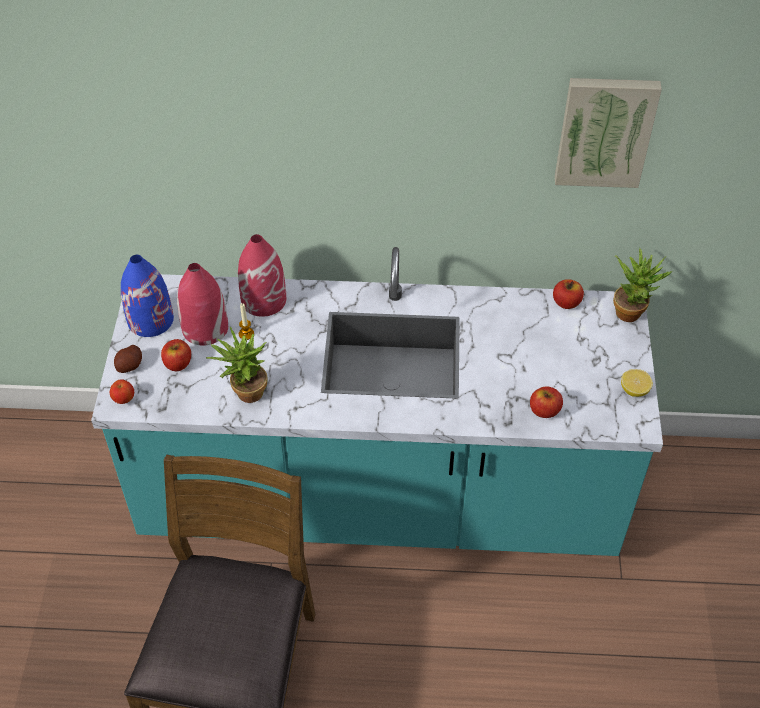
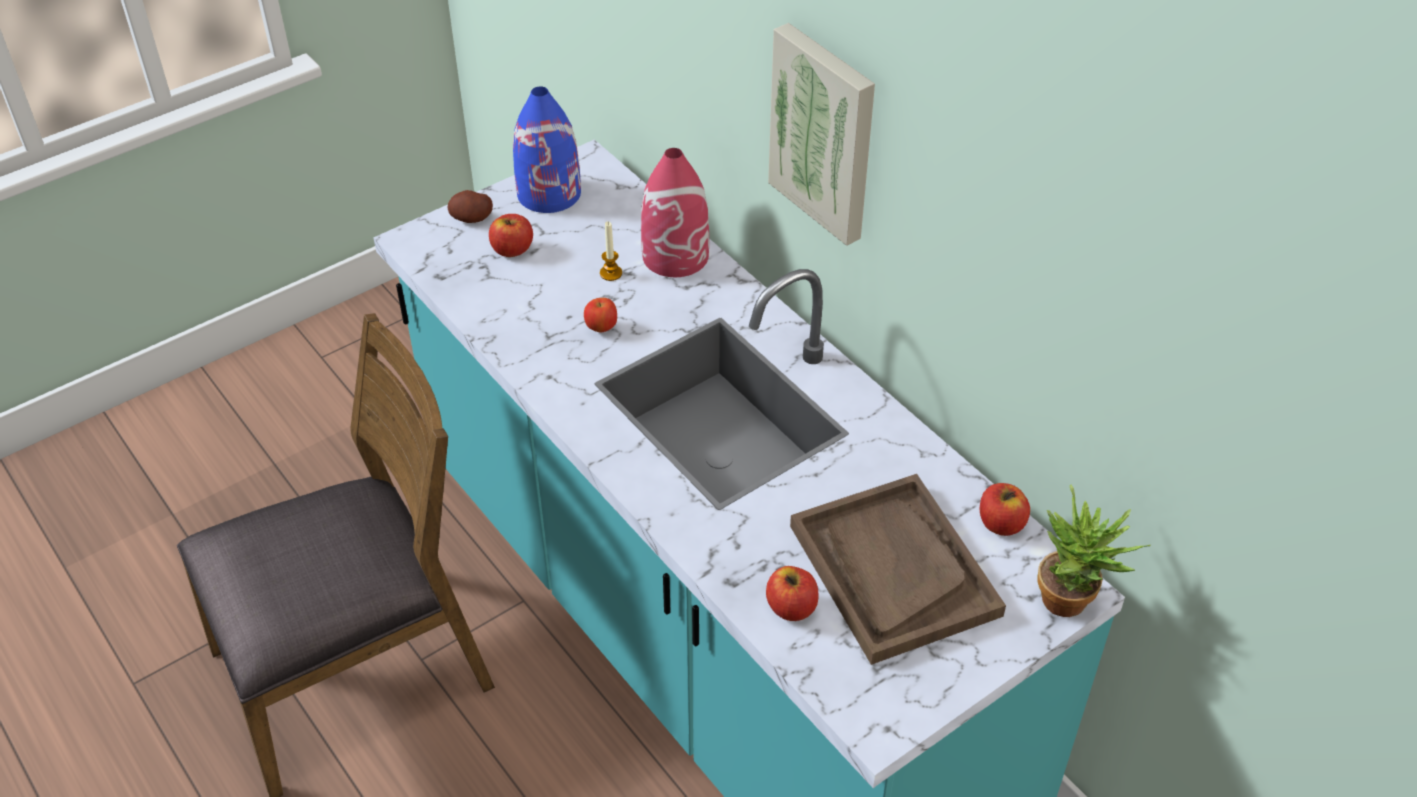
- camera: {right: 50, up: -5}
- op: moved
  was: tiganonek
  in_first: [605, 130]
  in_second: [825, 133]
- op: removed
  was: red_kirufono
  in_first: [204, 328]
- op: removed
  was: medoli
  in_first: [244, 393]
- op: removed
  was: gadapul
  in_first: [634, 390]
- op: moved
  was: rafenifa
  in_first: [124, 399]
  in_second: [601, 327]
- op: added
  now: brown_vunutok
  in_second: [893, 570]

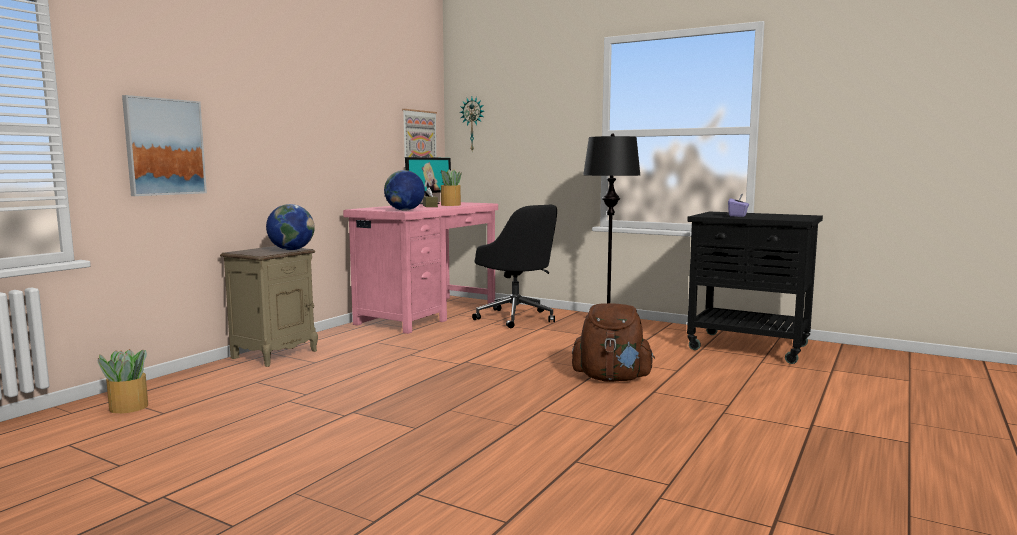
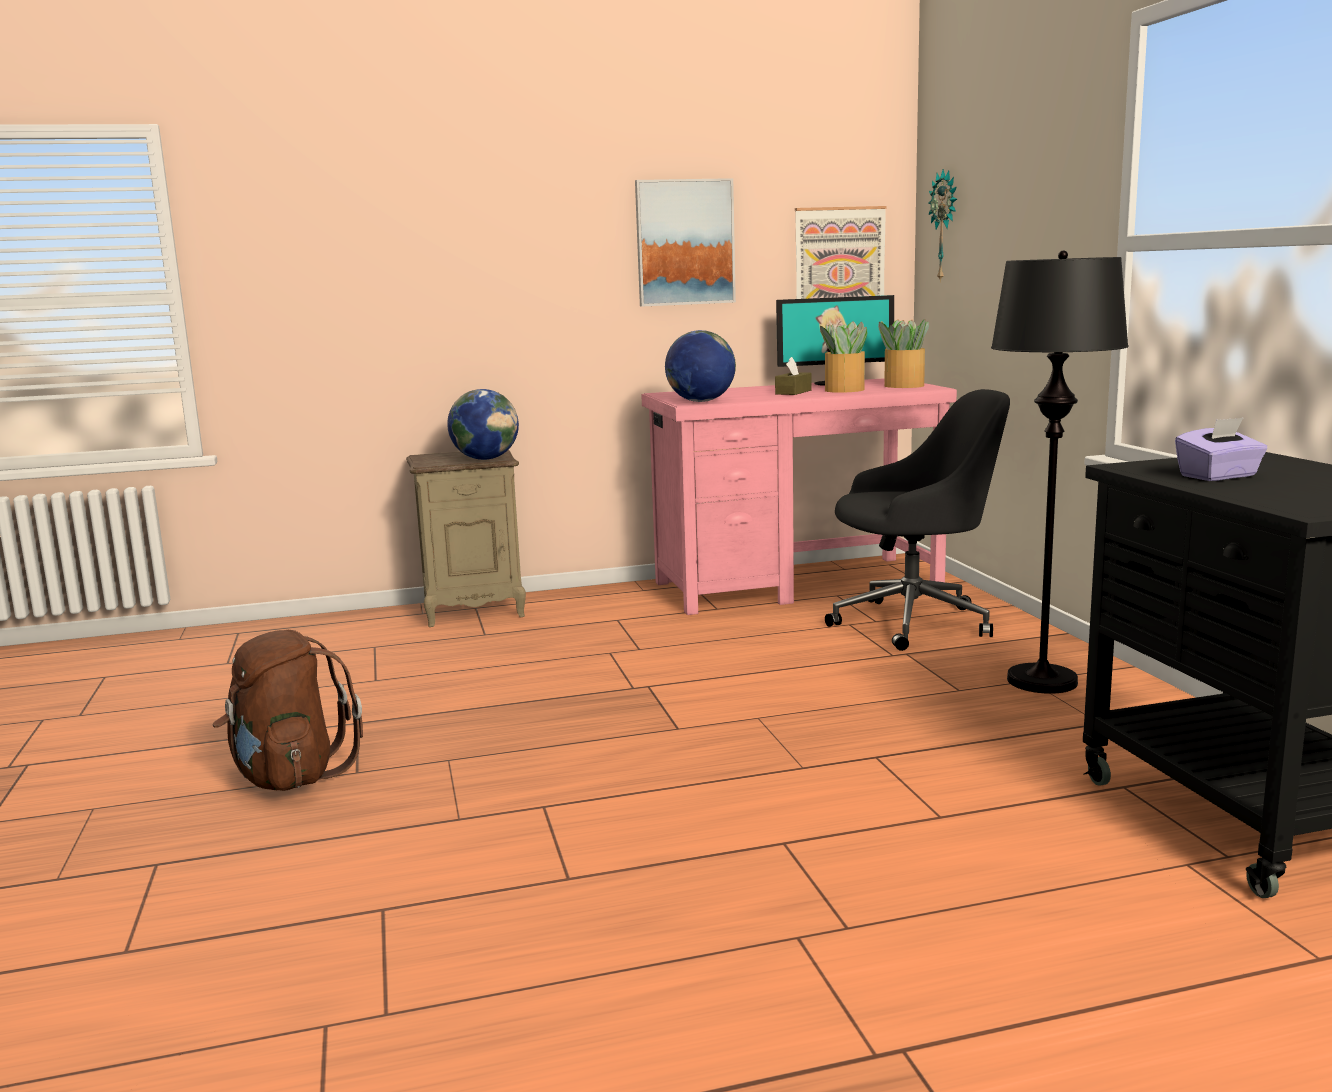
- camera: {right: 45, up: 5}
- op: moved
  was: tiganonek
  in_first: [164, 147]
  in_second: [685, 242]
- op: turned
  was: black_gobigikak
  in_first: [516, 318]
  in_second: [913, 623]
  clockwise: -105
- op: moved
  was: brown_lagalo
  in_first: [611, 378]
  in_second: [289, 777]
- op: moved
  was: medoli
  in_first: [128, 407]
  in_second: [903, 386]

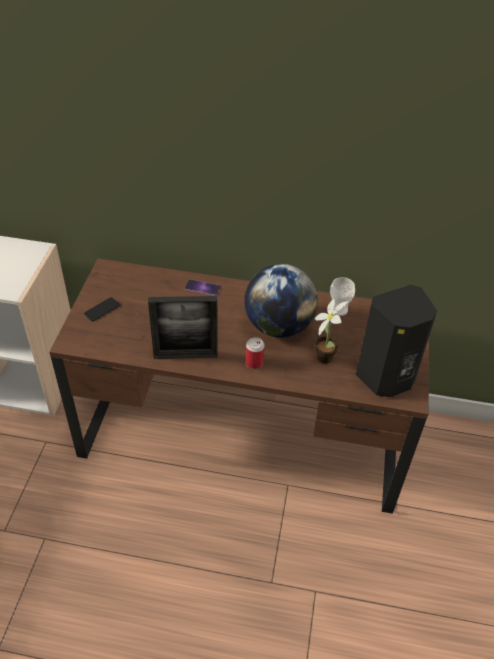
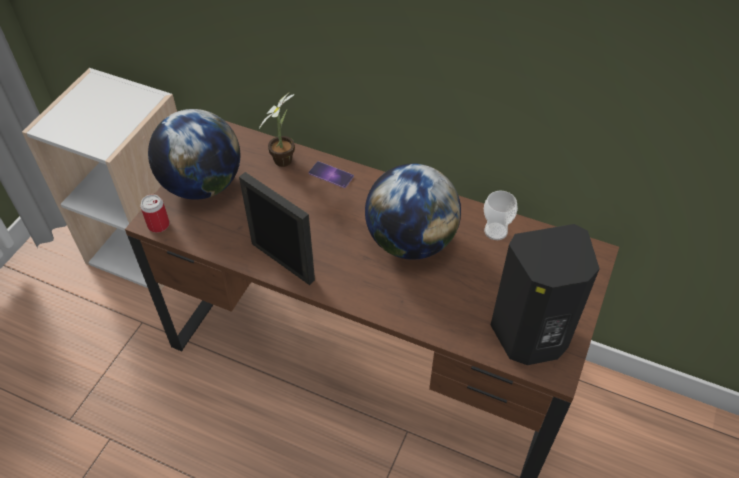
- camera: {right: 15, up: 5}
- op: turned
  was: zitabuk
  in_first: [185, 355]
  in_second: [282, 261]
  clockwise: -150
- op: replaced
  was: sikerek
  now: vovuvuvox
  in_first: [102, 309]
  in_second: [202, 185]
- op: moved
  was: medoli
  in_first: [325, 355]
  in_second: [285, 158]
- op: moved
  was: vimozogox
  in_first: [254, 362]
  in_second: [158, 225]

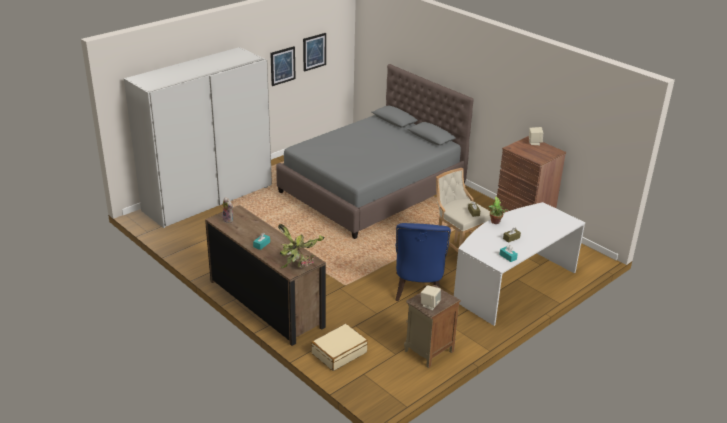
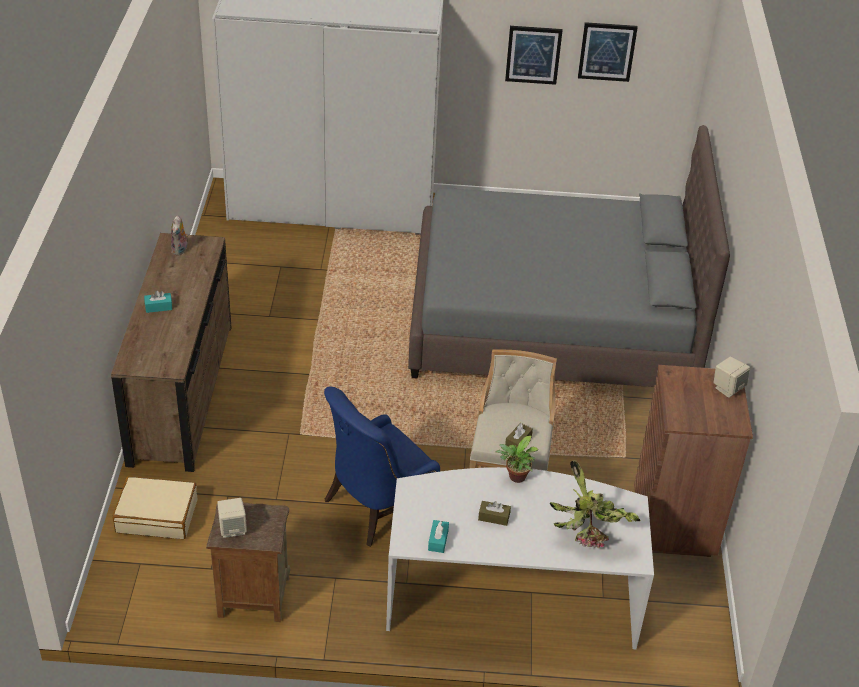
- camera: {right: 45, up: 10}
- op: moved
  was: medoli
  in_first: [300, 263]
  in_second: [591, 533]

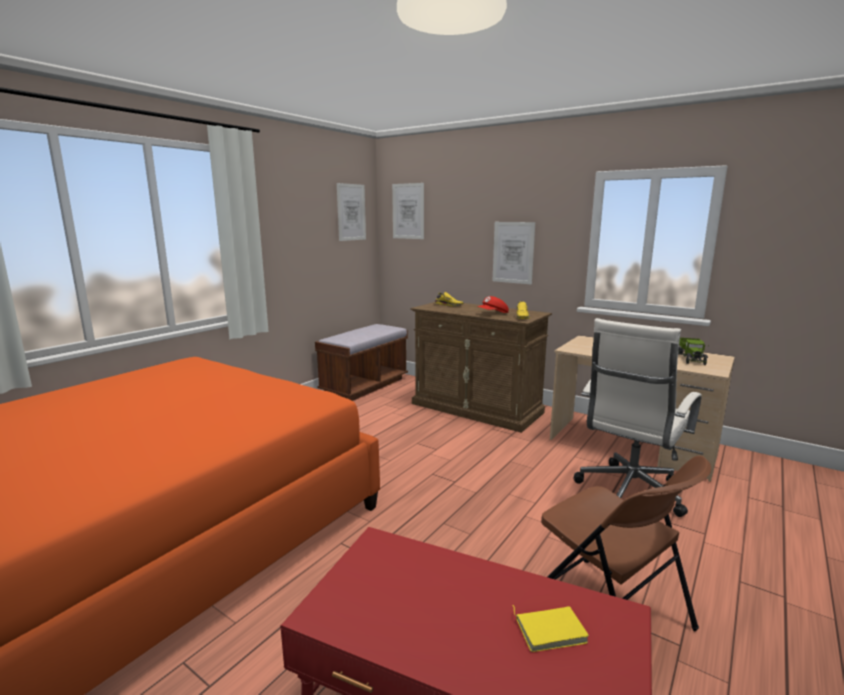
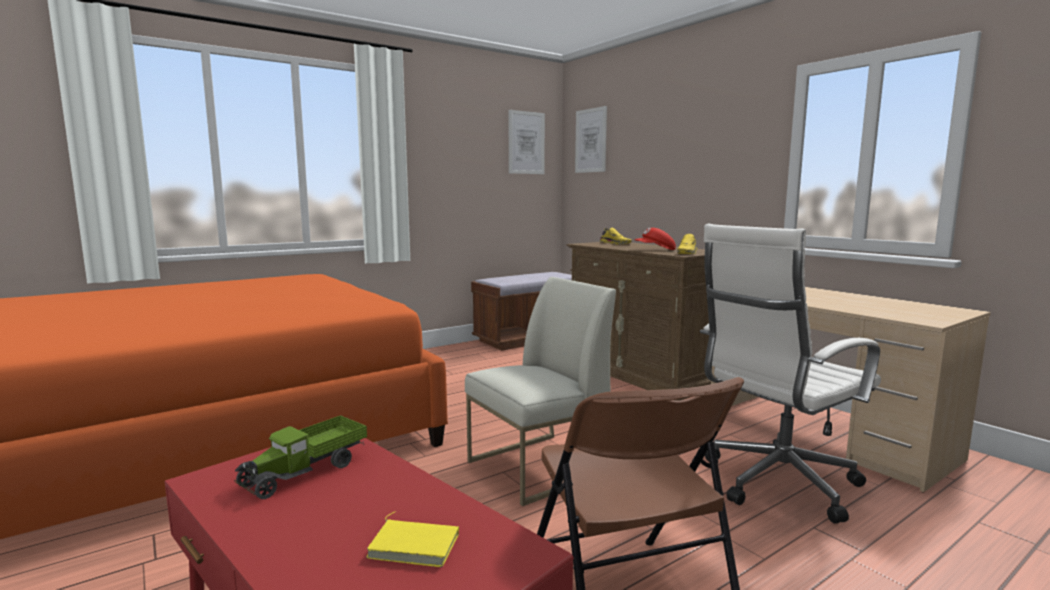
- camera: {right: 20, up: -5}
- op: removed
  was: tiganonek
  in_first: [513, 252]
- op: moved
  was: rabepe
  in_first: [691, 358]
  in_second: [306, 471]
- op: added
  now: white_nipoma
  in_second: [538, 467]

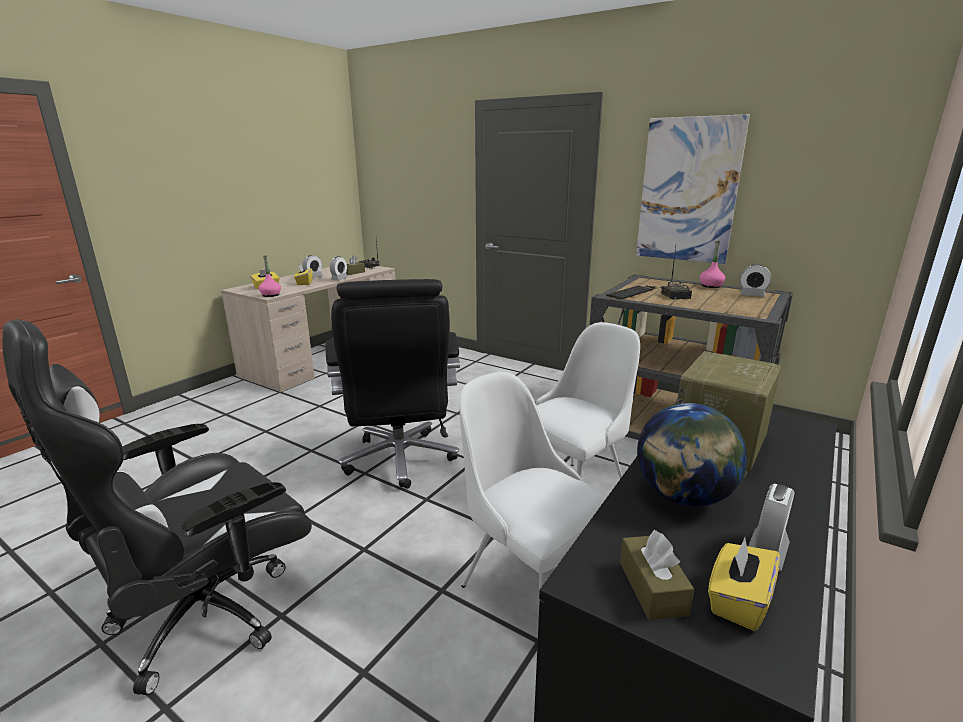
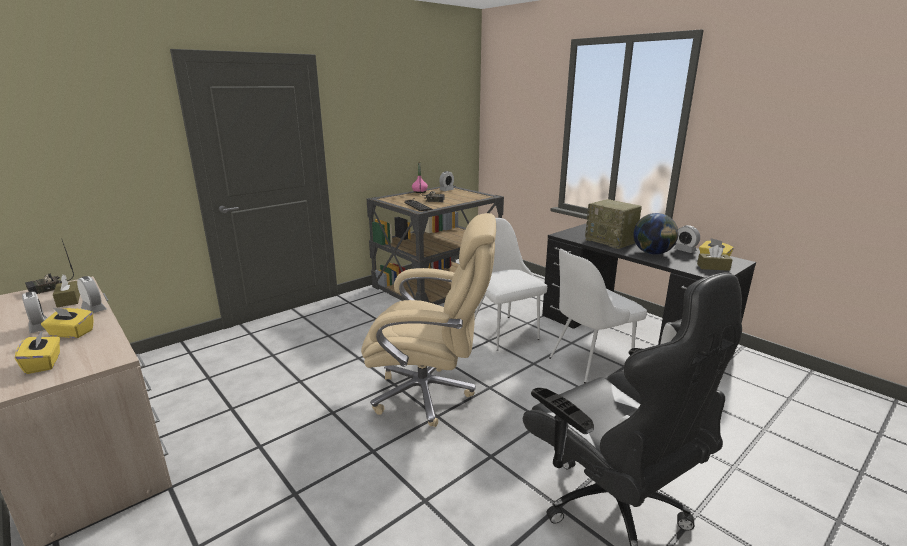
- camera: {right: -75, up: 0}
- op: removed
  was: tiganonek
  in_first: [688, 191]
- op: removed
  was: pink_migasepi
  in_first: [271, 295]
- op: recoloured
  was: black_gobigikak
  now: beige_gobigikak
  in_first: [400, 462]
  in_second: [429, 395]

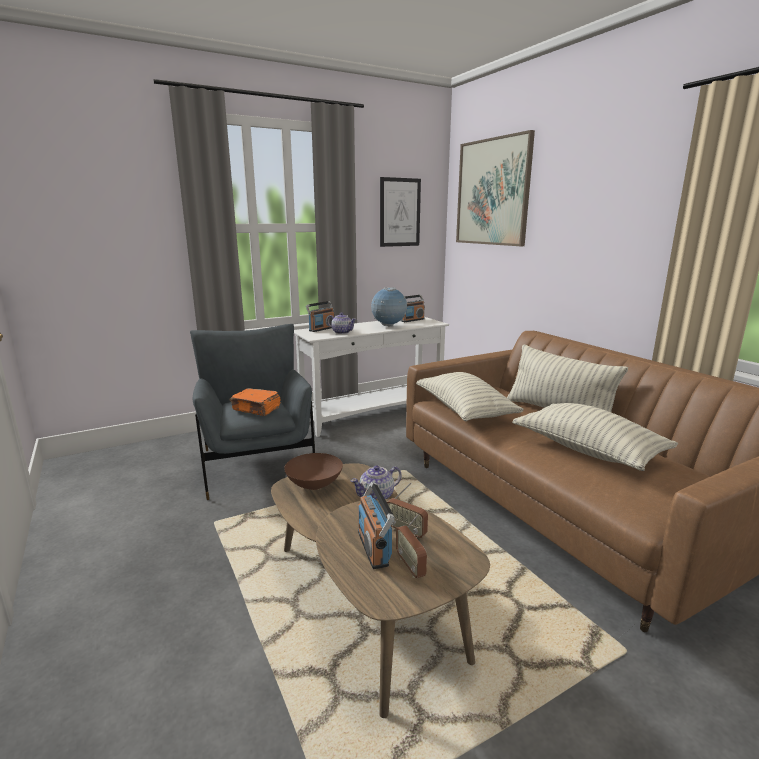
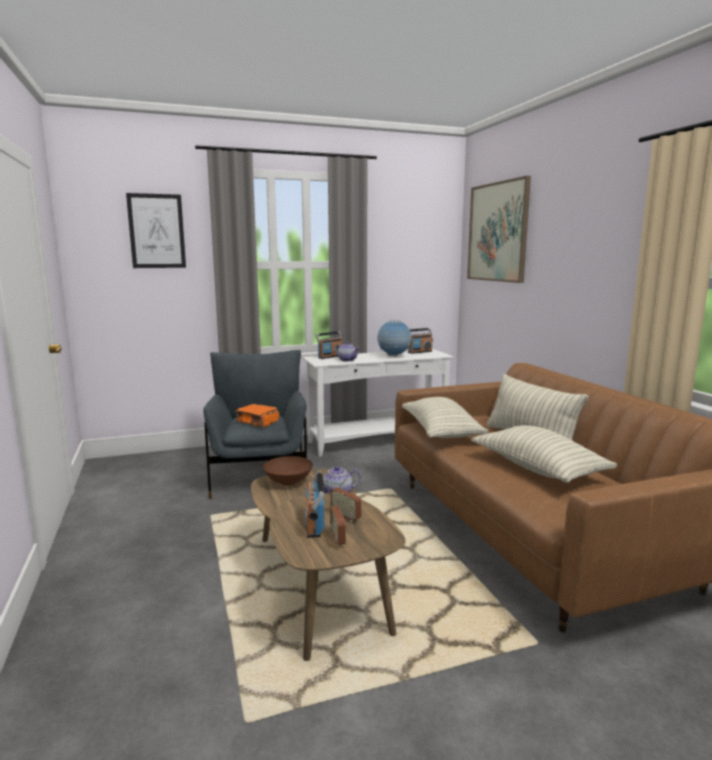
- camera: {right: 10, up: -5}
- op: moved
  was: tiganonek
  in_first: [400, 212]
  in_second: [157, 231]

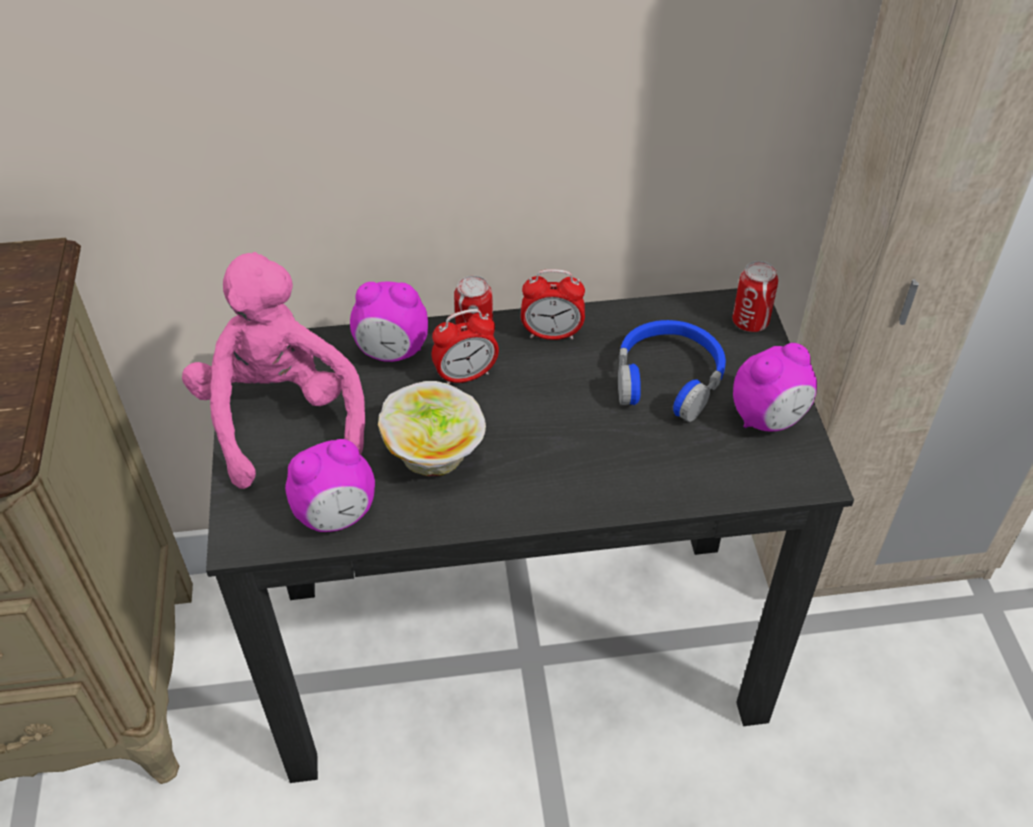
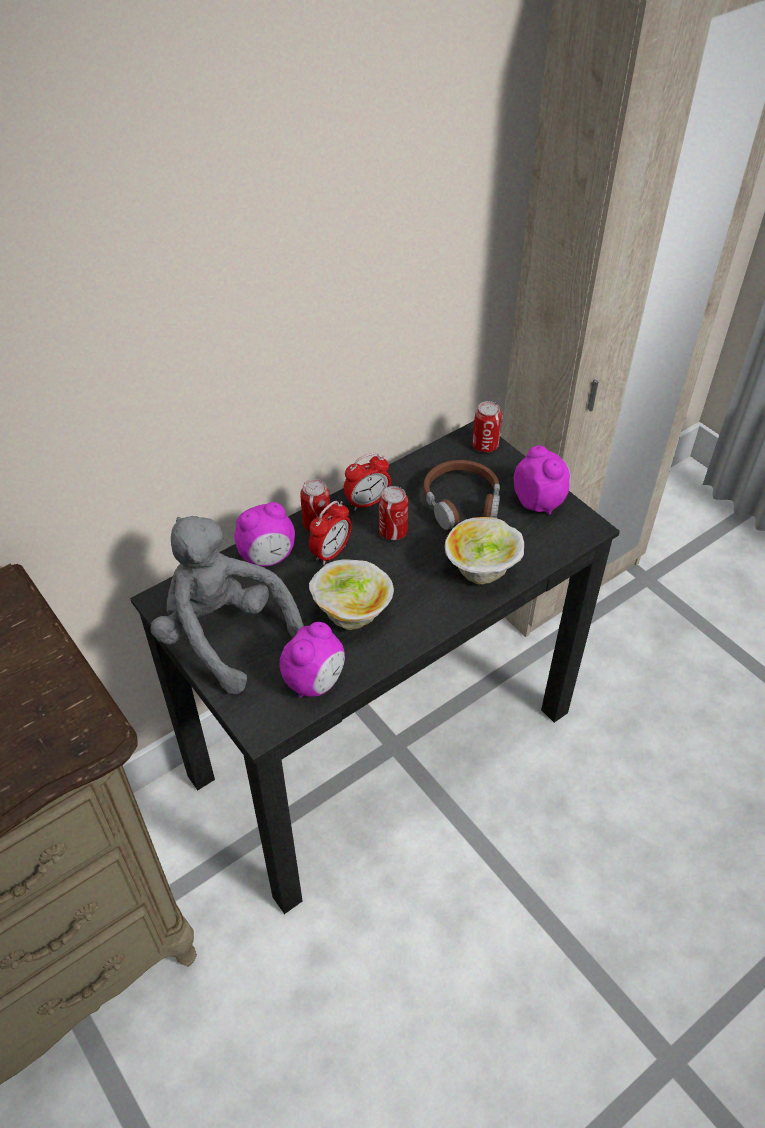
- camera: {right: -30, up: 0}
- op: recoloured
  was: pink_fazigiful
  now: grey_fazigiful
  in_first: [281, 417]
  in_second: [223, 635]
- op: recoloured
  was: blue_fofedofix
  now: brown_fofedofix
  in_first: [667, 379]
  in_second: [461, 502]
- op: turned
  was: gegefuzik
  in_first: [768, 419]
  in_second: [539, 502]
  clockwise: -60
- op: added
  now: vimozogox
  in_second: [393, 532]
- op: added
  now: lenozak
  in_second: [481, 573]

